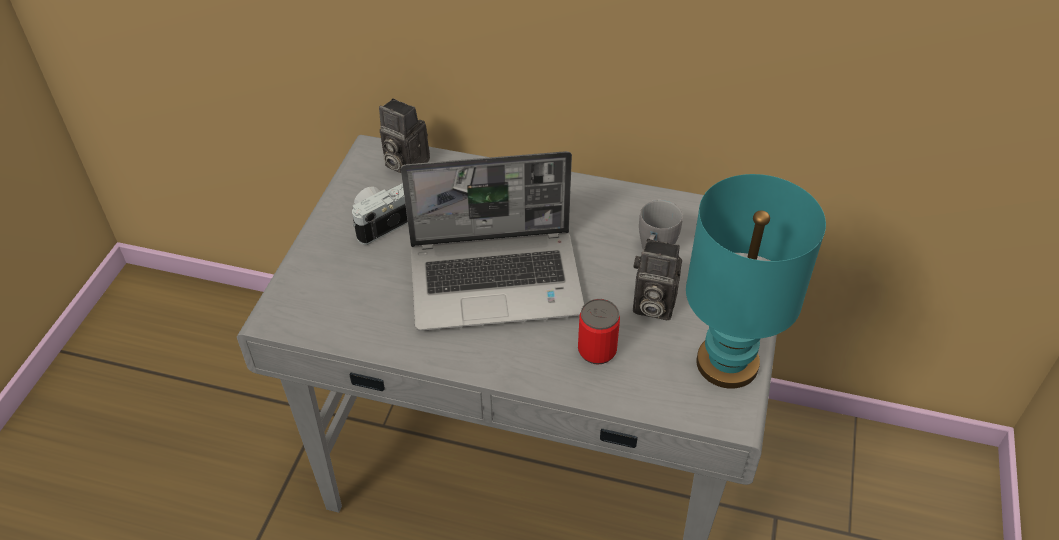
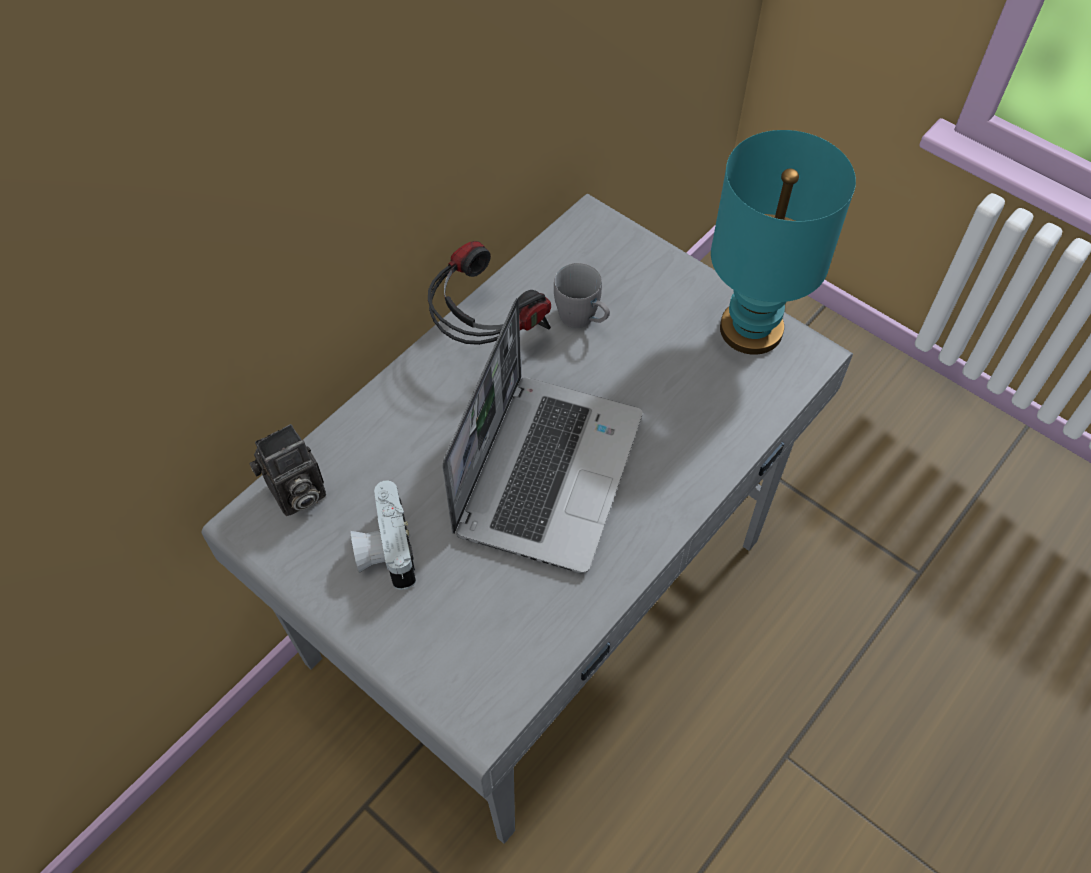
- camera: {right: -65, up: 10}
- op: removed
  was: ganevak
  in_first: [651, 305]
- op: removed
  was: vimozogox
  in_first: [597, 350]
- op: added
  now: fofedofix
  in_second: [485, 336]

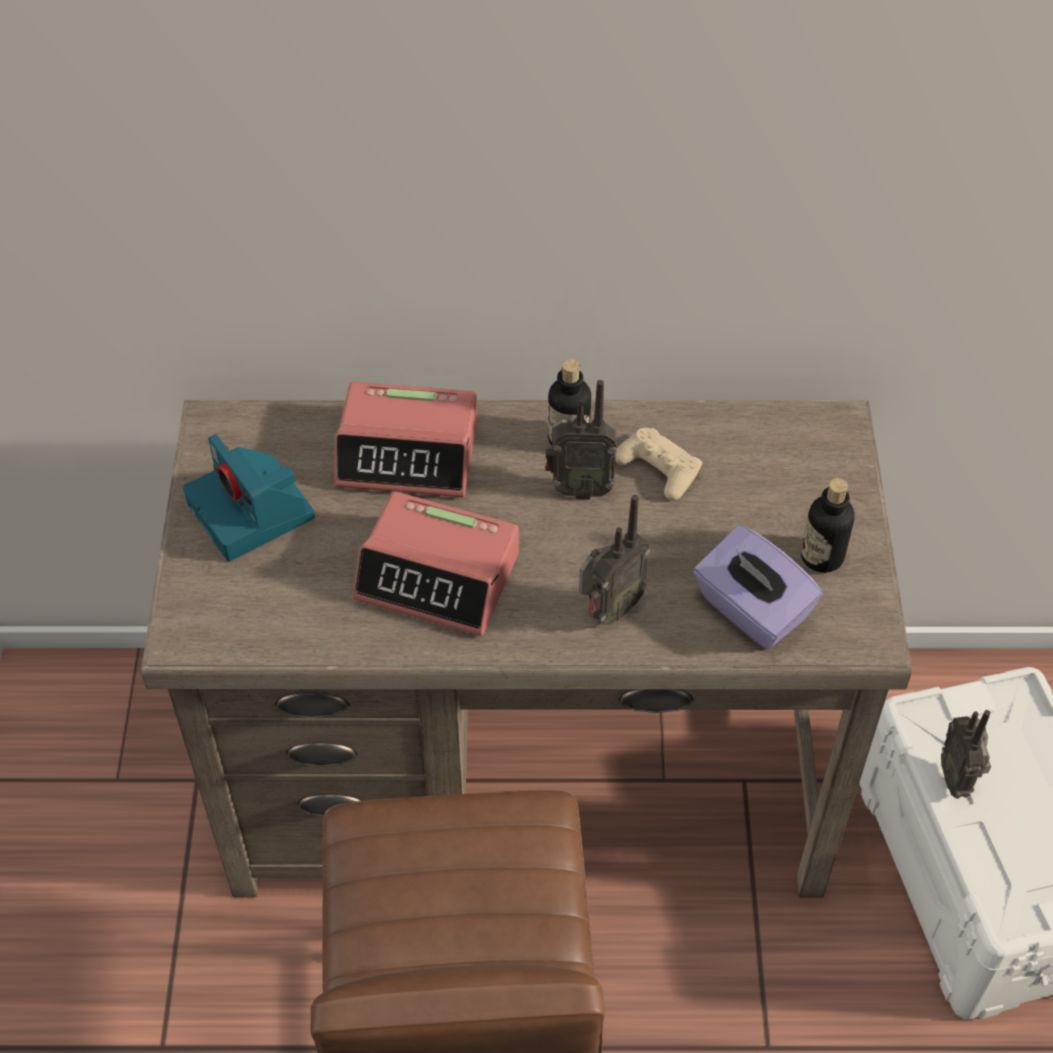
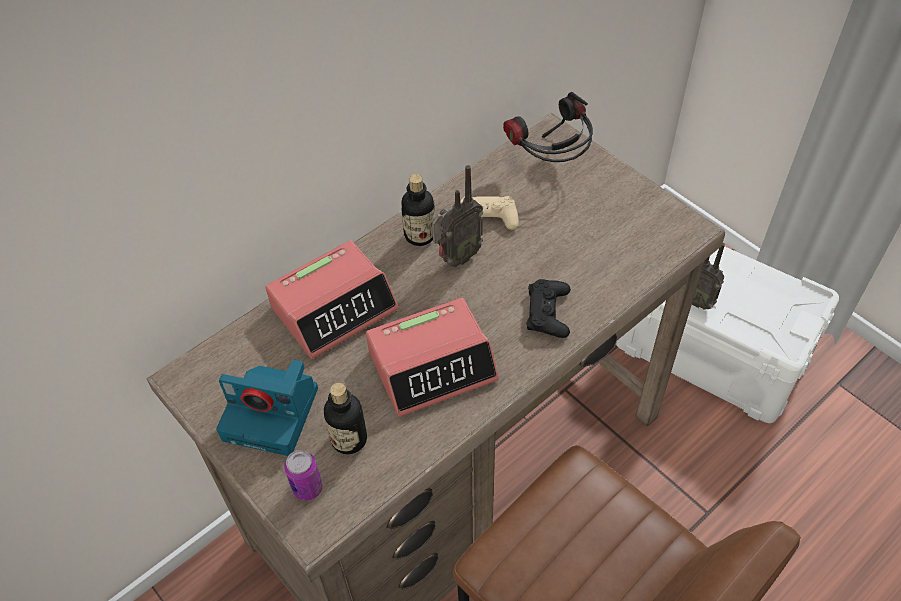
- camera: {right: -40, up: 0}
- op: moved
  was: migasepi
  in_first: [822, 556]
  in_second: [349, 439]
- op: replaced
  was: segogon
  now: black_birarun
  in_first: [608, 610]
  in_second: [548, 312]
- op: removed
  was: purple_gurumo
  in_first: [751, 610]
- op: added
  now: fofedofix
  in_second: [550, 163]
- op: added
  now: vimozogox
  in_second: [307, 488]

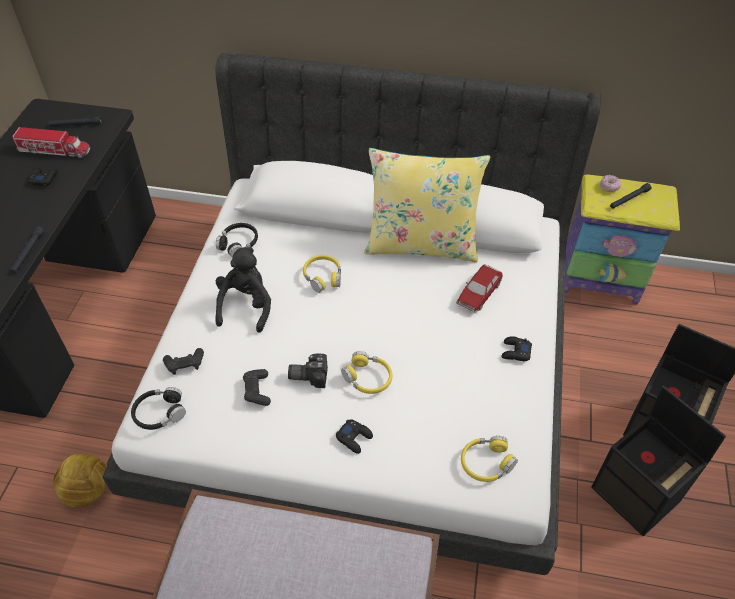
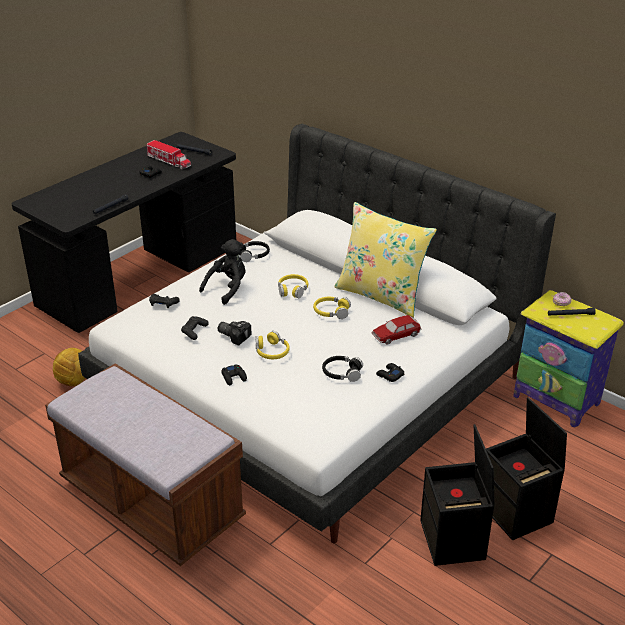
- camera: {right: 30, up: -15}
- op: moved
  was: black_fofedofix
  in_first: [159, 413]
  in_second: [342, 373]
- op: moved
  was: yellow_fofedofix
  in_first: [486, 463]
  in_second: [331, 312]

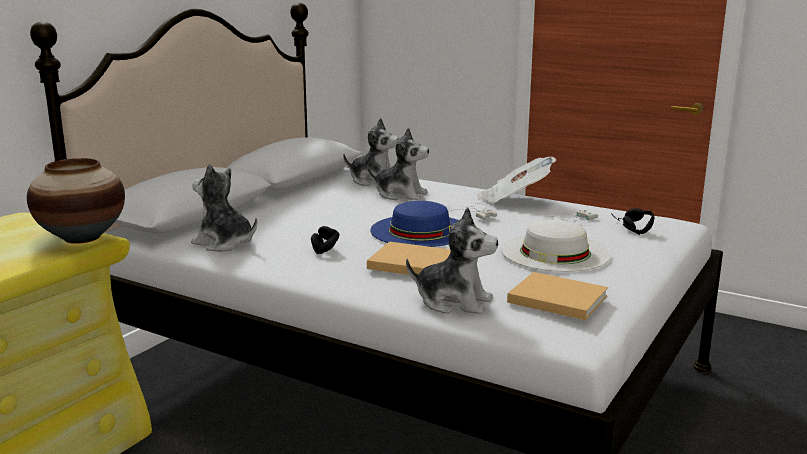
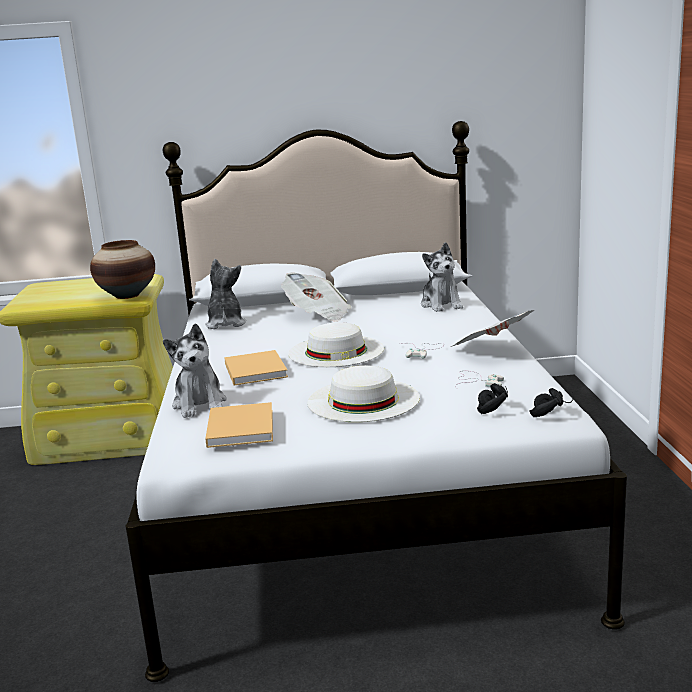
- camera: {right: 55, up: 0}
- op: removed
  was: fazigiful
  in_first: [400, 194]
- op: recoloured
  was: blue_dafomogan
  now: white_dafomogan
  in_first: [420, 230]
  in_second: [336, 351]
- op: moved
  was: black_fofedofix
  in_first: [320, 246]
  in_second: [551, 410]
- op: added
  now: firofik
  in_second: [318, 314]

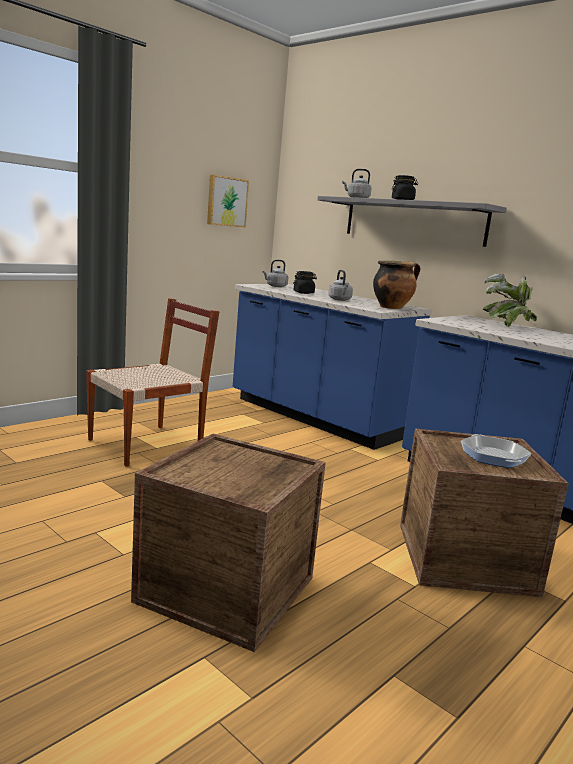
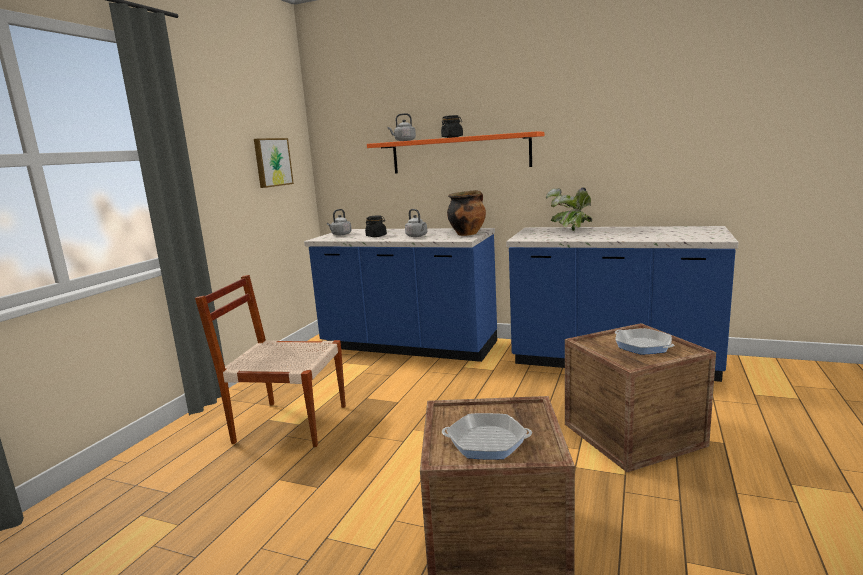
- camera: {right: -20, up: 0}
- op: recoloured
  was: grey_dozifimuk
  now: orange_dozifimuk
  in_first: [413, 221]
  in_second: [459, 154]
- op: turned
  was: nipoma
  in_first: [148, 445]
  in_second: [288, 424]
  clockwise: -105
- op: added
  now: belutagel
  in_second: [486, 442]

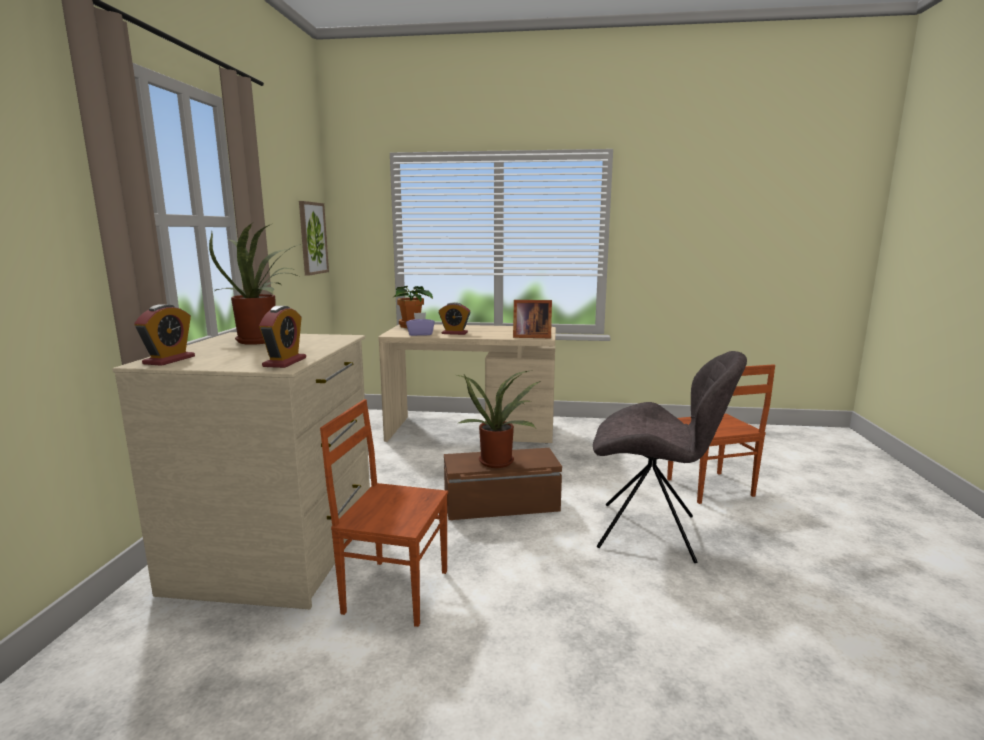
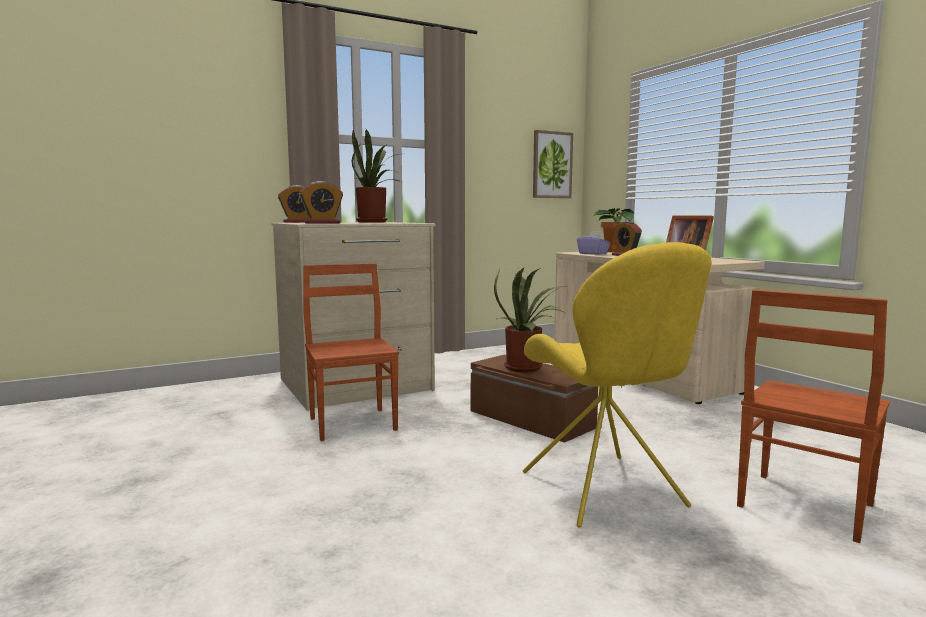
- camera: {right: 55, up: -5}
- op: recoloured
  was: grey_nipoma
  now: yellow_nipoma
  in_first: [652, 532]
  in_second: [604, 492]

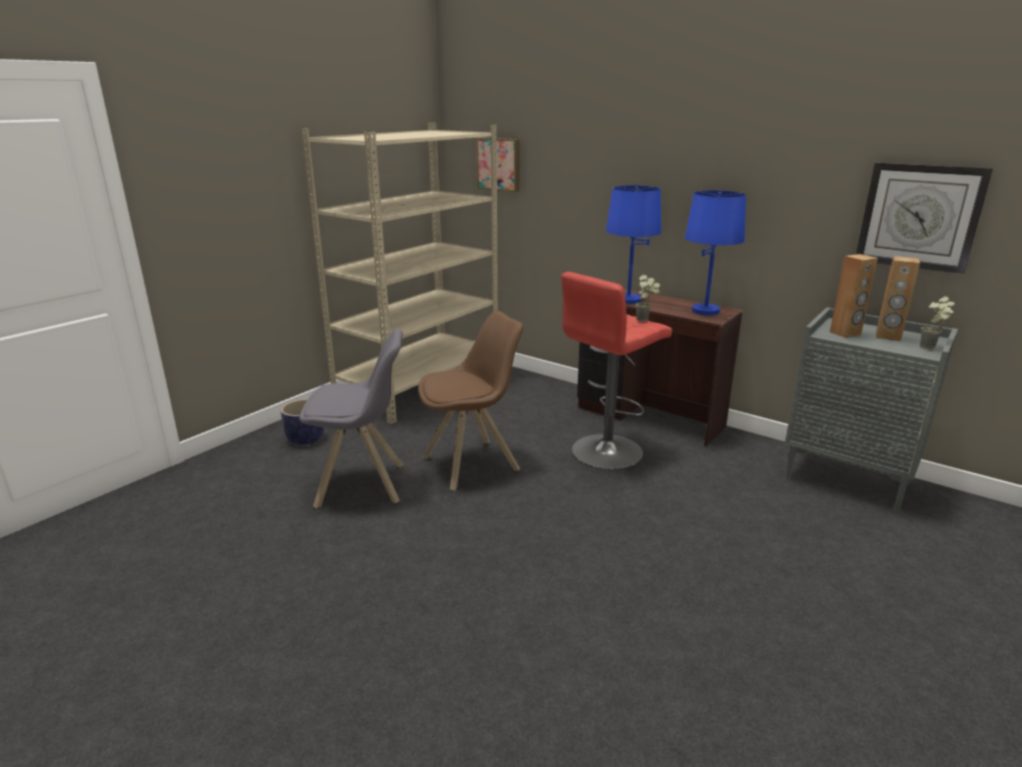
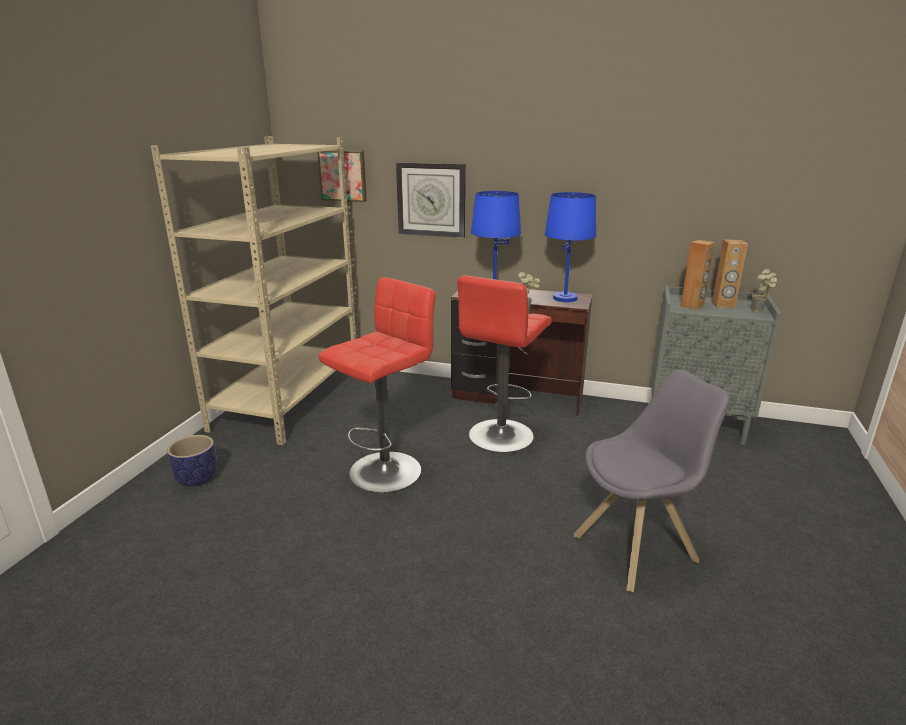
- camera: {right: -20, up: 0}
- op: moved
  was: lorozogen
  in_first: [919, 216]
  in_second: [431, 199]
- op: replaced
  was: brown_nipoma
  now: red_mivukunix
  in_first: [471, 464]
  in_second: [386, 471]
- op: moved
  was: grey_nipoma
  in_first: [361, 485]
  in_second: [636, 548]

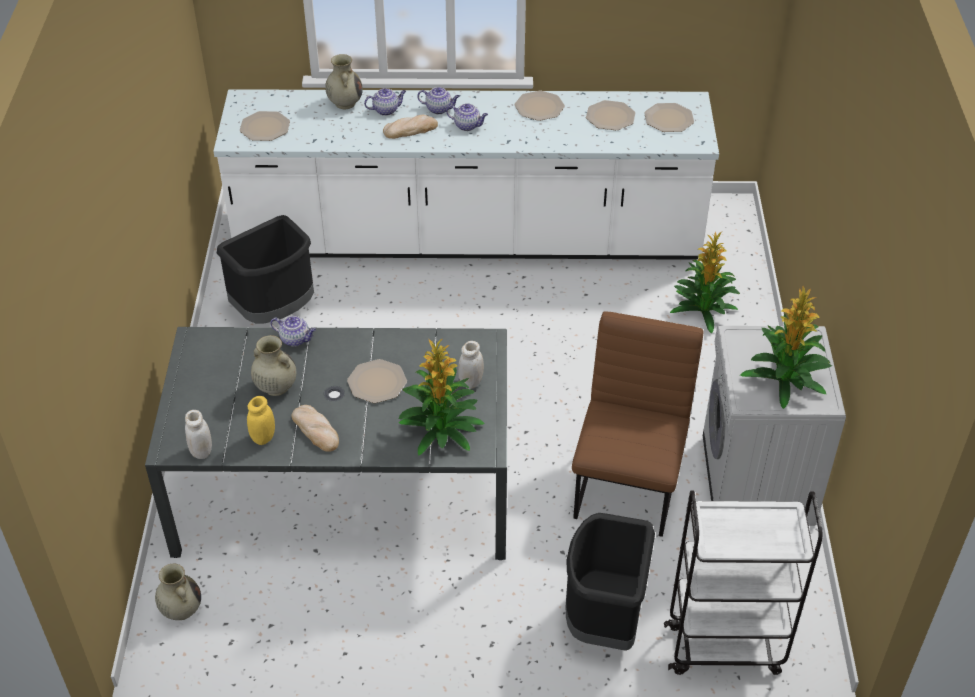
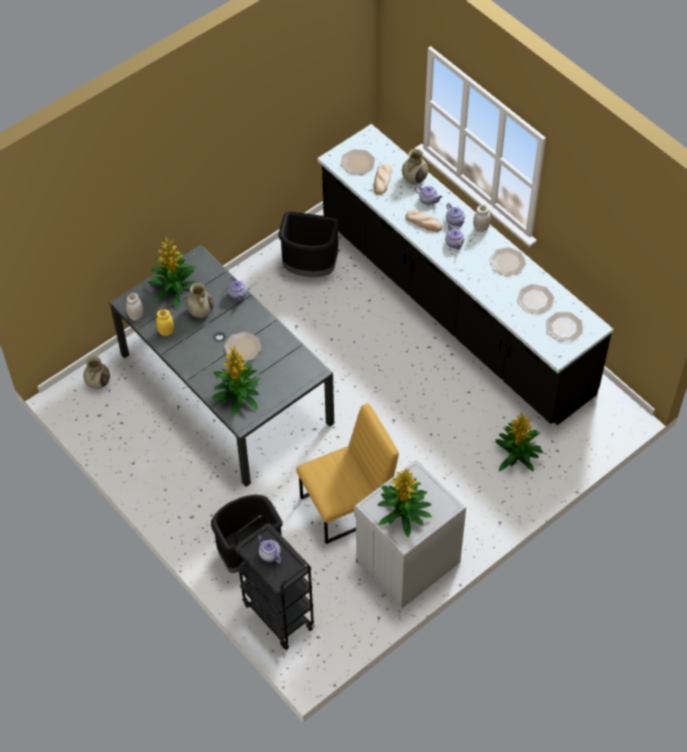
- camera: {right: 50, up: 10}
- op: recoloured
  was: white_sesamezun
  now: black_sesamezun
  in_first: [468, 240]
  in_second: [453, 308]
- op: recoloured
  was: brown_nipoma
  now: yellow_nipoma
  in_first: [629, 483]
  in_second: [347, 506]
- op: moved
  was: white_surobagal
  in_first: [471, 382]
  in_second: [481, 228]
- op: moved
  was: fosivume
  in_first: [316, 430]
  in_second: [382, 180]
- op: recoloured
  was: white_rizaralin
  now: black_rizaralin
  in_first: [722, 651]
  in_second: [277, 617]
- op: added
  now: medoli
  in_second: [174, 287]
- op: added
  now: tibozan
  in_second: [269, 554]

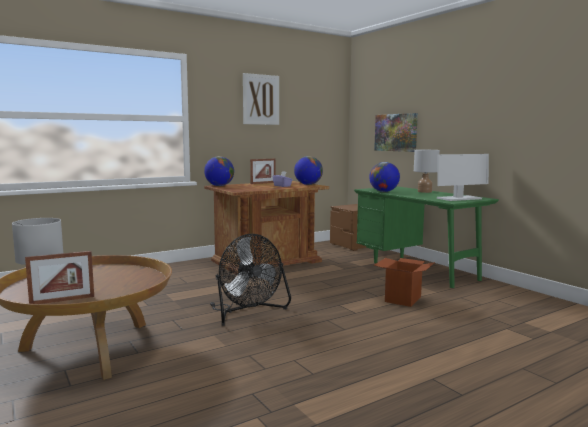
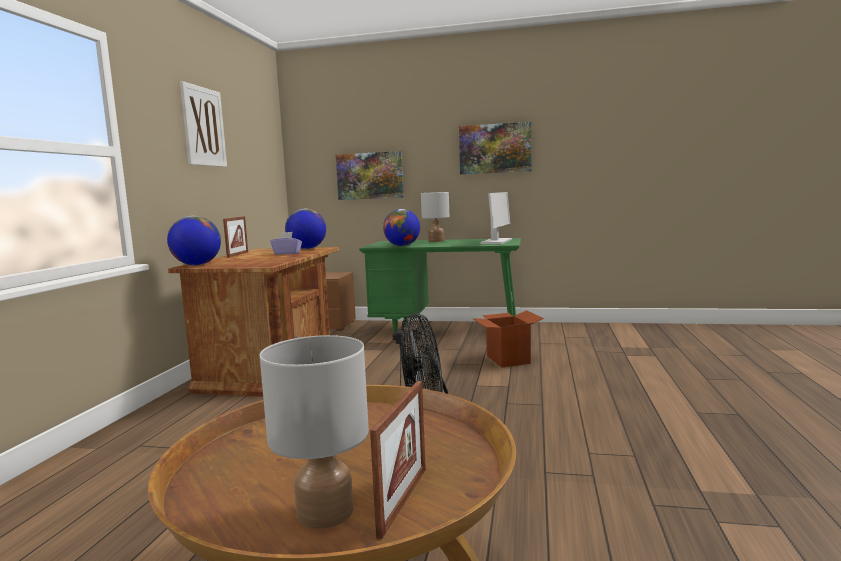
- camera: {right: -45, up: 0}
- op: added
  now: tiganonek
  in_second: [495, 148]

